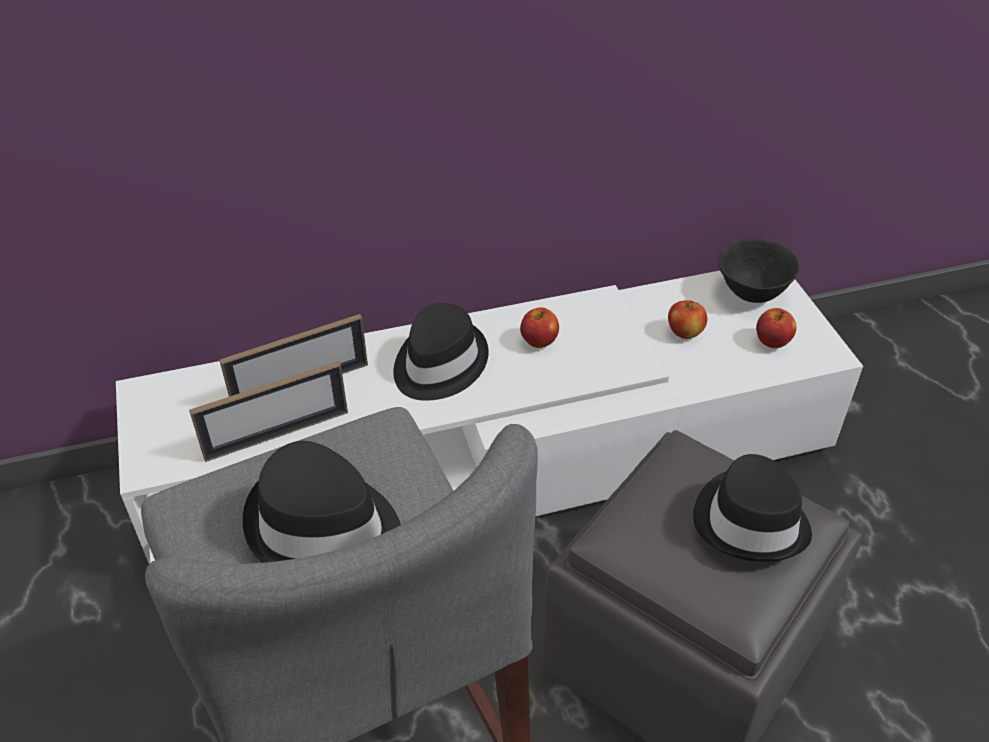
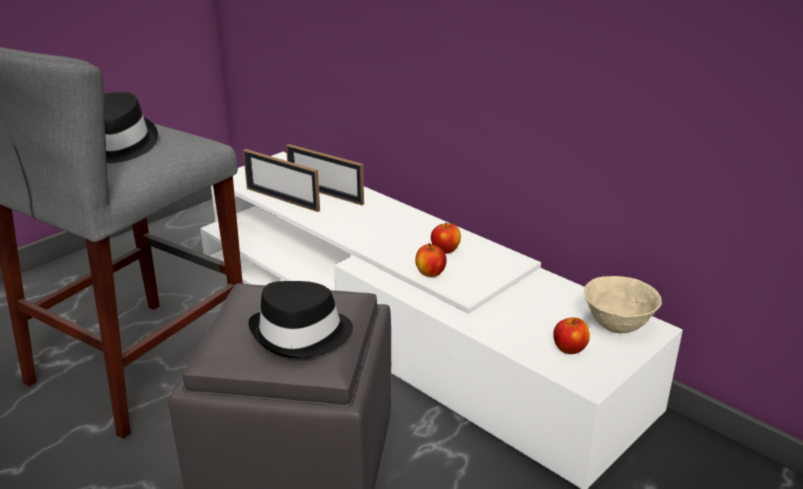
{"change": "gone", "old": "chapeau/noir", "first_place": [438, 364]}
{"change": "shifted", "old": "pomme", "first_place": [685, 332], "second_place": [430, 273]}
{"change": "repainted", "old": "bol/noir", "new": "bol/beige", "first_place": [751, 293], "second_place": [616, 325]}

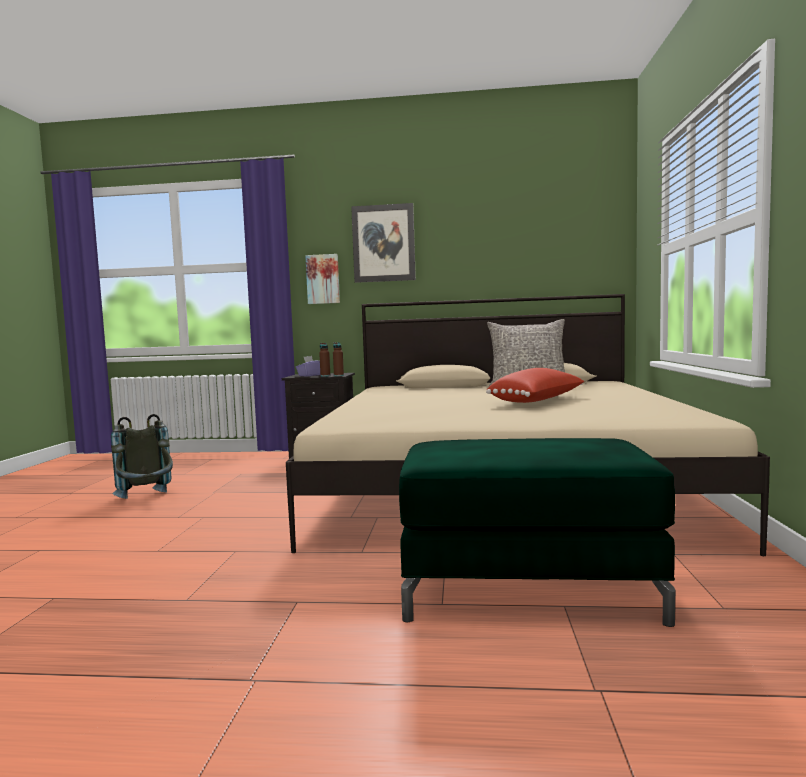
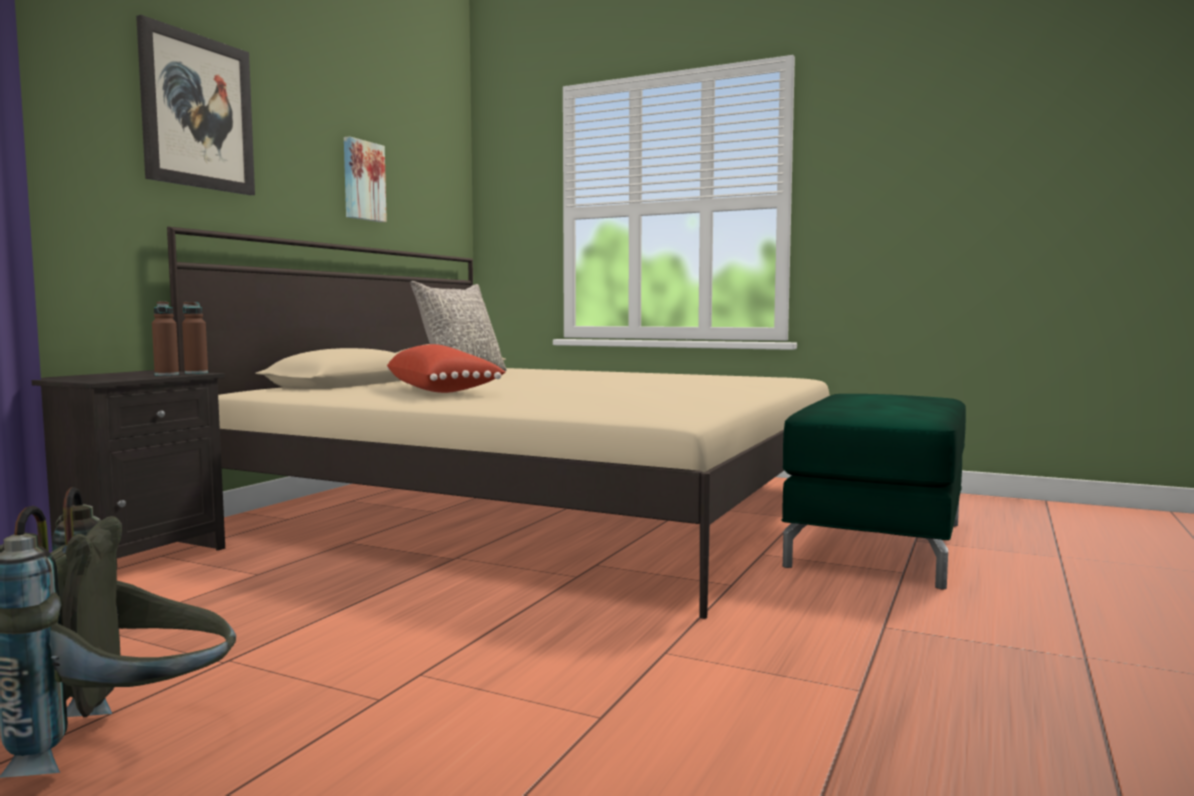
{"change": "gone", "old": "boîte à mouchoirs/violet", "first_place": [310, 375]}
{"change": "shifted", "old": "tableau", "first_place": [323, 279], "second_place": [362, 181]}
{"change": "shifted", "old": "coussin/rouge", "first_place": [538, 401], "second_place": [442, 391]}

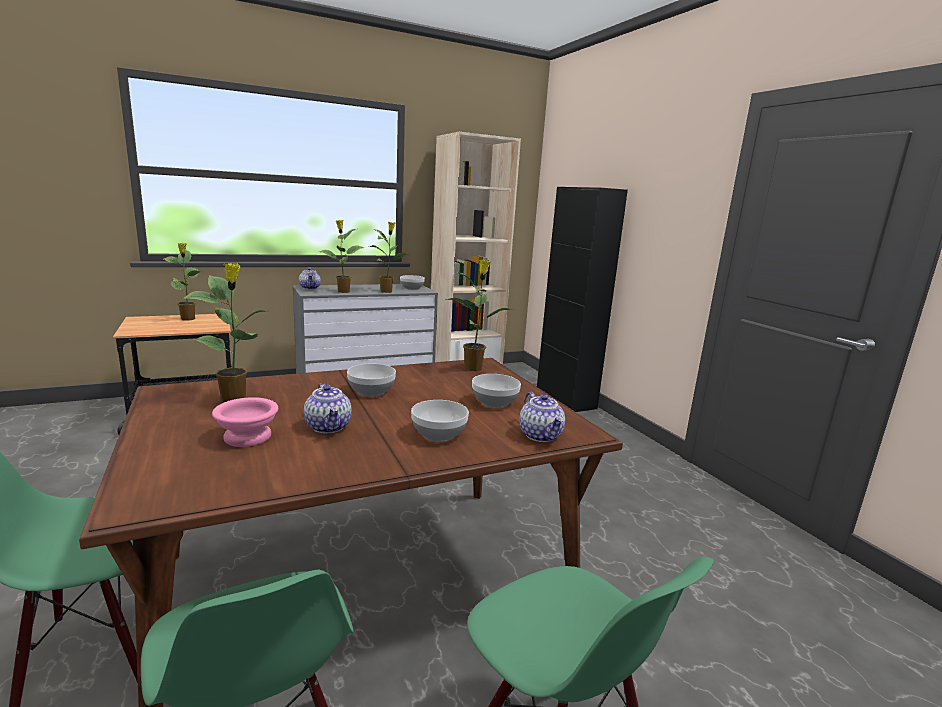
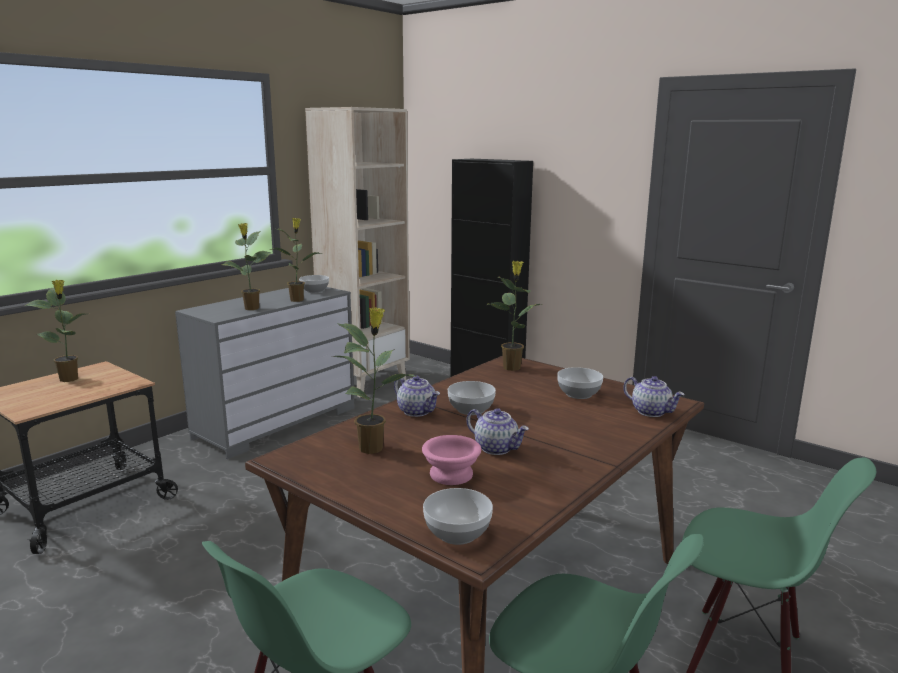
{"change": "shifted", "old": "théière", "first_place": [310, 288], "second_place": [417, 411]}
{"change": "shifted", "old": "bol", "first_place": [439, 434], "second_place": [458, 533]}

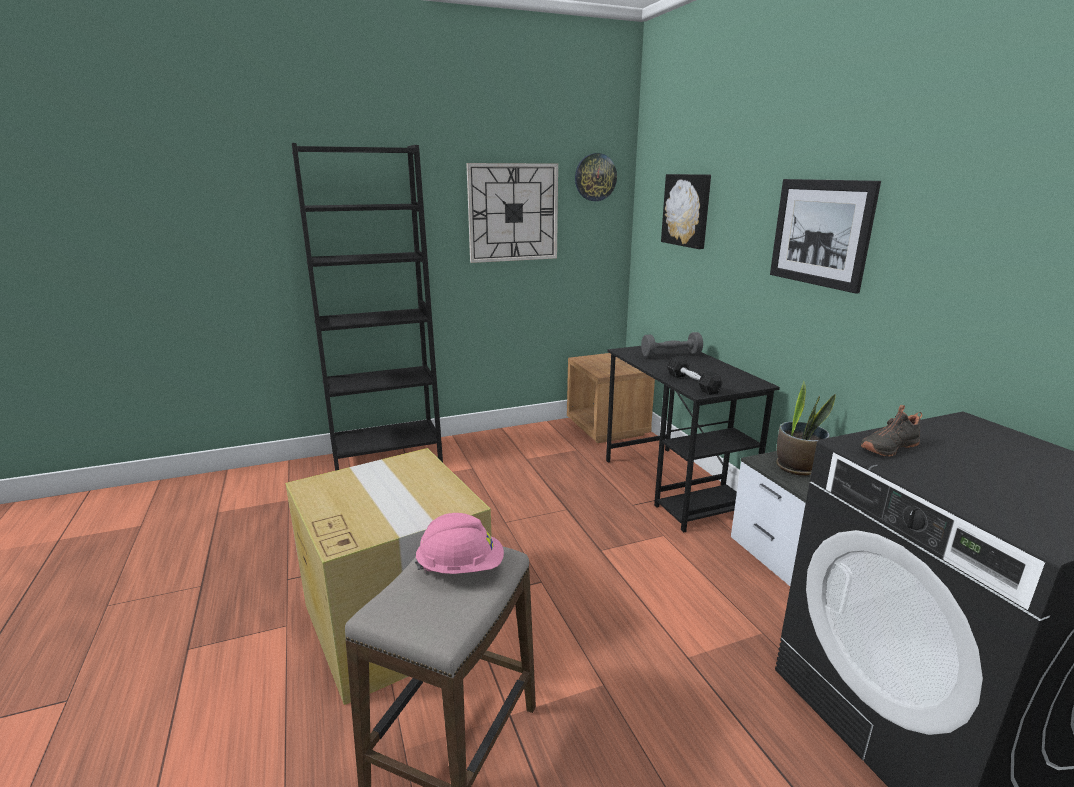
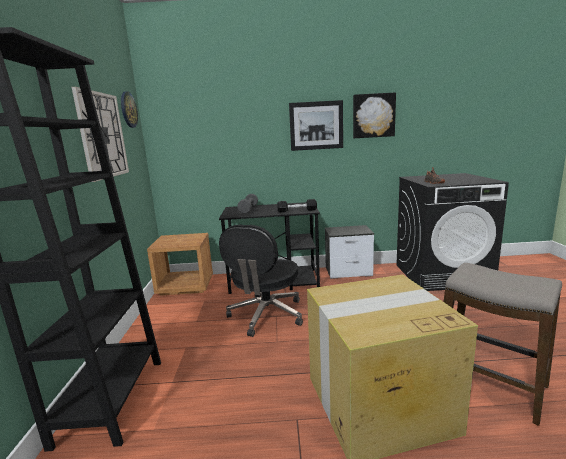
{"change": "gone", "old": "casque de chantier/rose", "first_place": [461, 568]}
{"change": "gone", "old": "plante en pot", "first_place": [797, 467]}
{"change": "new", "new": "chaise de bureau/noir", "second_place": [266, 315]}
{"change": "shifted", "old": "tableau", "first_place": [687, 210], "second_place": [373, 115]}

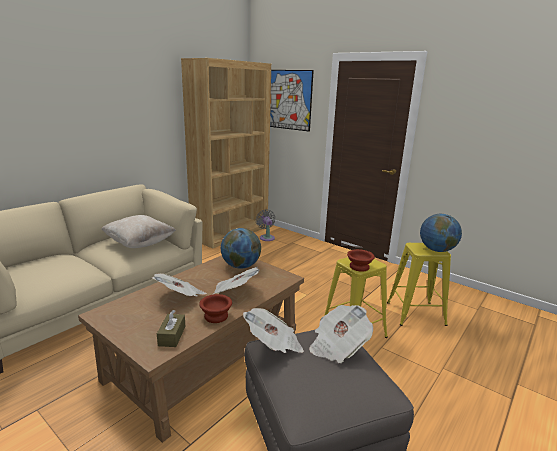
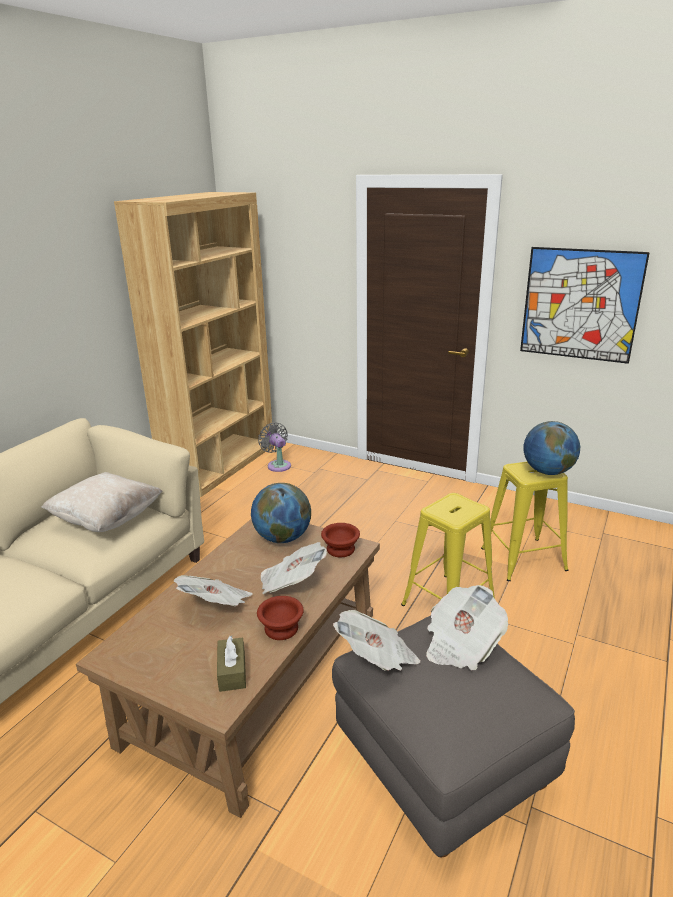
{"change": "shifted", "old": "tableau", "first_place": [288, 100], "second_place": [580, 304]}
{"change": "shifted", "old": "bol/marron", "first_place": [359, 267], "second_place": [340, 550]}

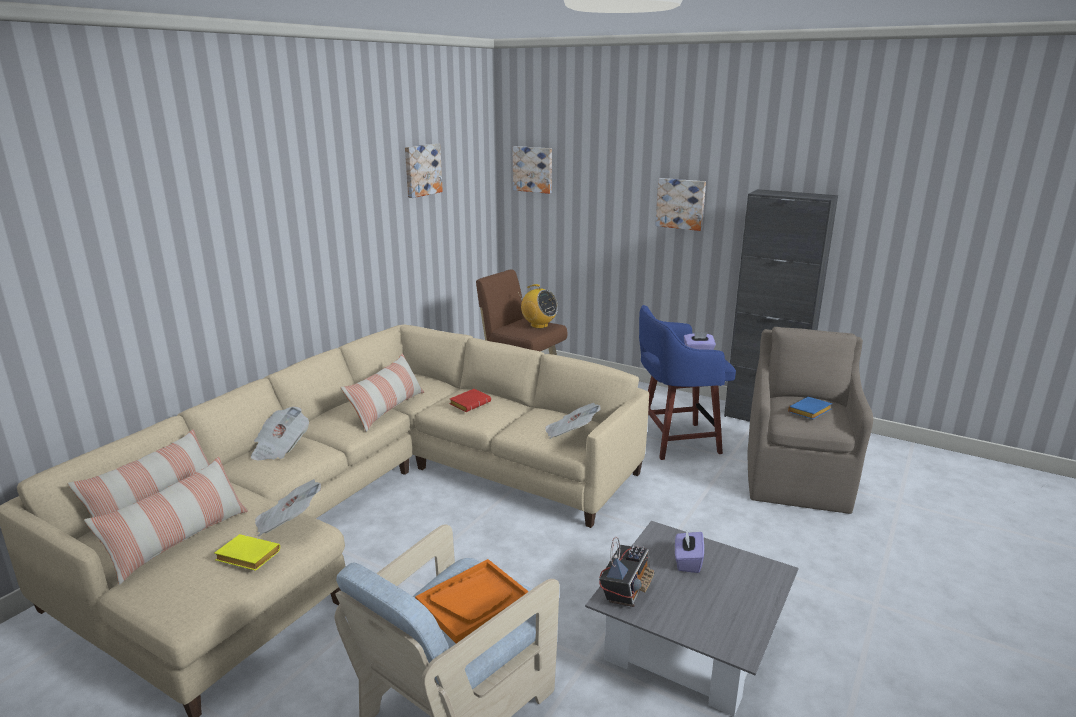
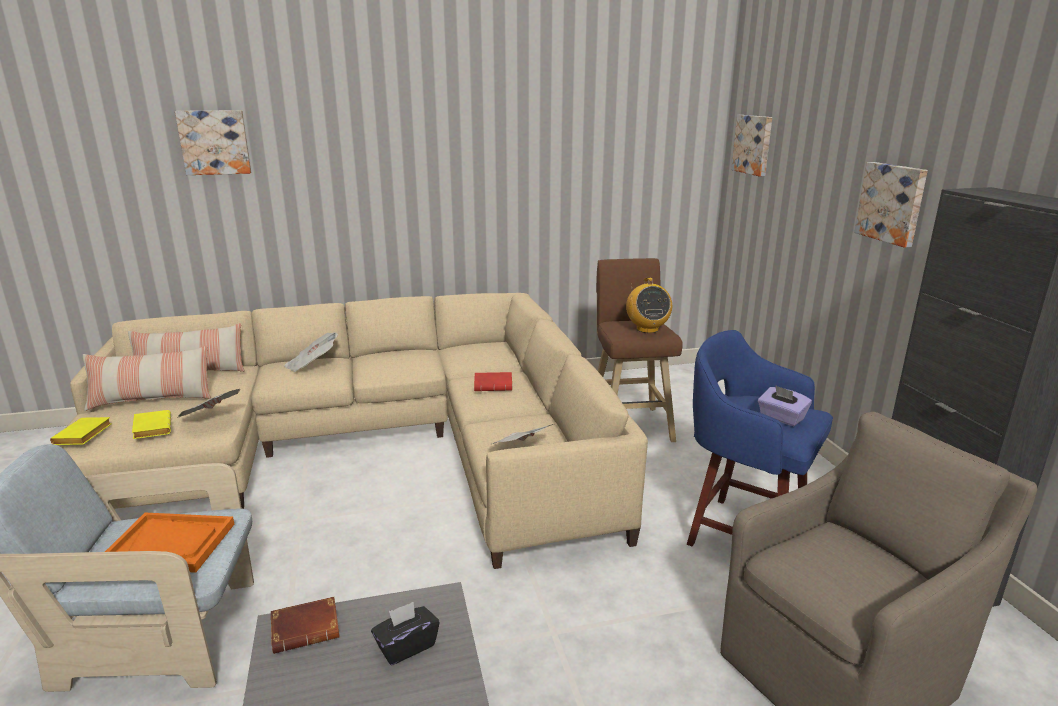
{"change": "gone", "old": "coussin", "first_place": [387, 409]}
{"change": "gone", "old": "livre/bleu", "first_place": [810, 412]}
{"change": "new", "new": "livre/jaune", "second_place": [83, 436]}
{"change": "shifted", "old": "tableau", "first_place": [422, 170], "second_place": [214, 142]}
{"change": "swapped", "old": "radio", "new": "livre/marron", "first_place": [626, 590], "second_place": [307, 628]}
{"change": "repainted", "old": "boîte à mouchoirs/violet", "new": "boîte à mouchoirs/noir", "first_place": [687, 561], "second_place": [406, 646]}

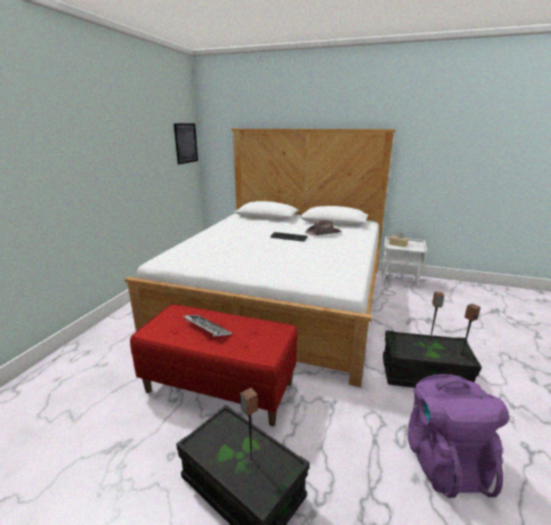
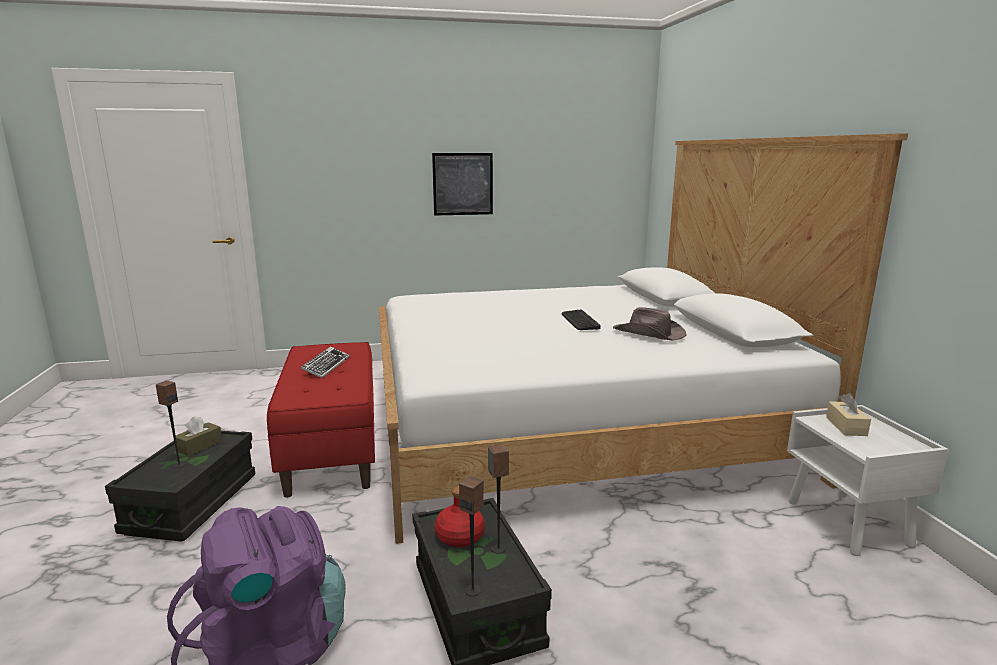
{"change": "new", "new": "boîte à mouchoirs/marron", "second_place": [199, 446]}
{"change": "new", "new": "bouteille/rouge", "second_place": [459, 537]}
{"change": "shifted", "old": "tableau", "first_place": [186, 143], "second_place": [463, 184]}

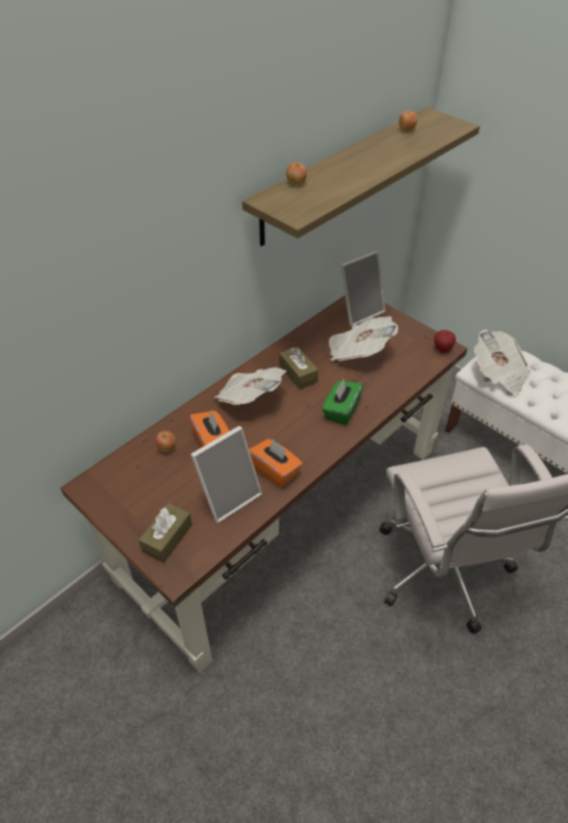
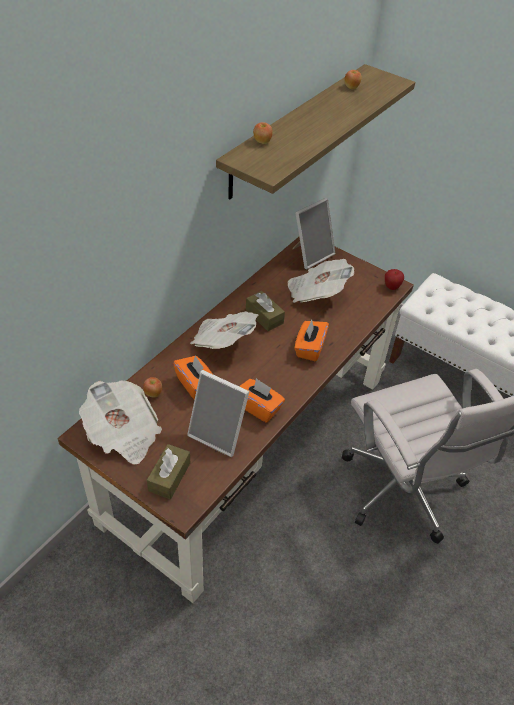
{"change": "shifted", "old": "journal", "first_place": [498, 374], "second_place": [123, 434]}
{"change": "repainted", "old": "boîte à mouchoirs/vert", "new": "boîte à mouchoirs/orange", "first_place": [341, 410], "second_place": [309, 348]}
{"change": "rotated", "old": "cadre photo", "first_place": [228, 496], "second_place": [219, 433], "degrees": 75}

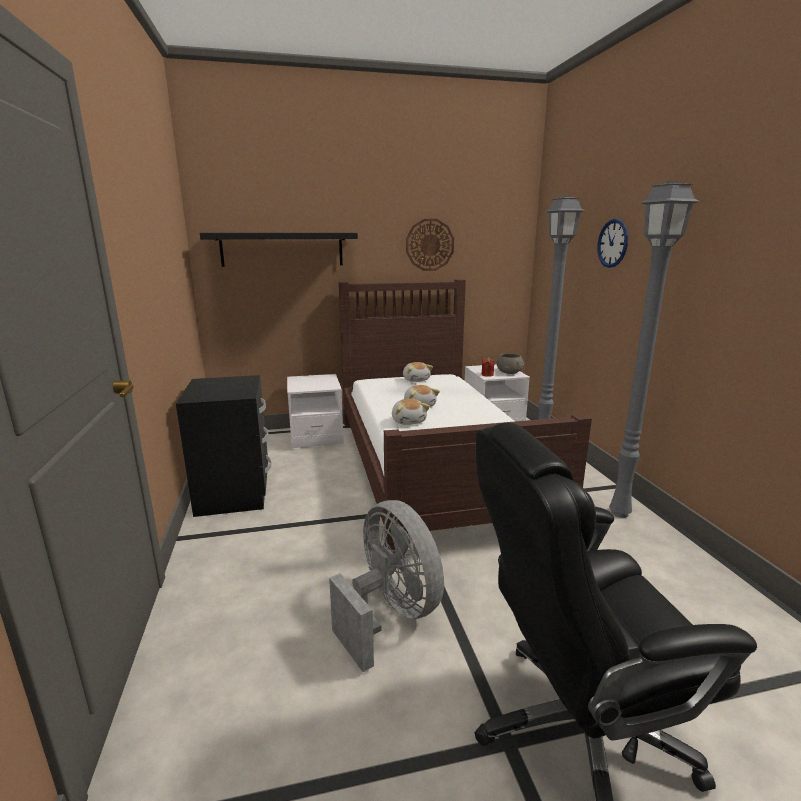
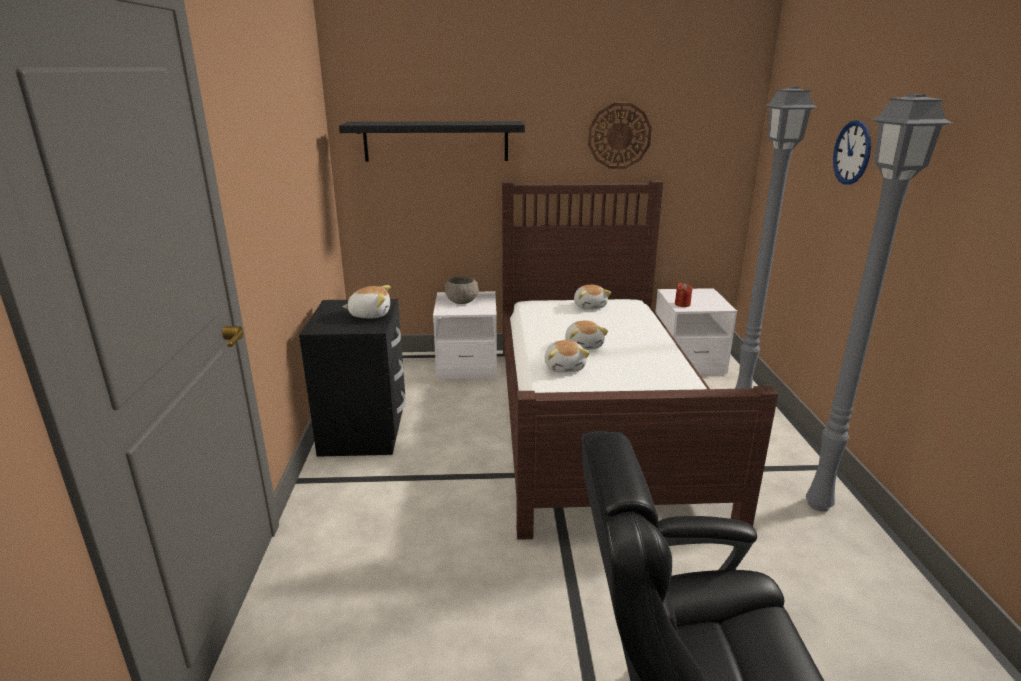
{"change": "gone", "old": "ventilateur/gris", "first_place": [390, 614]}
{"change": "new", "new": "peluche", "second_place": [370, 314]}
{"change": "shifted", "old": "bol/gris", "first_place": [509, 372], "second_place": [462, 301]}

